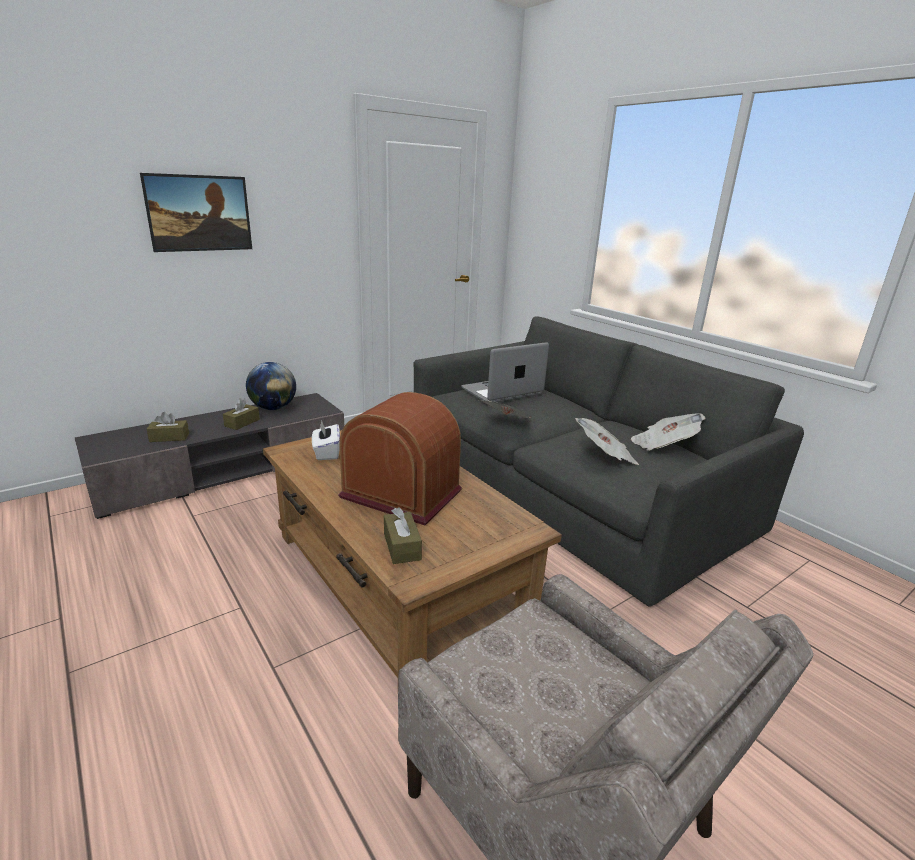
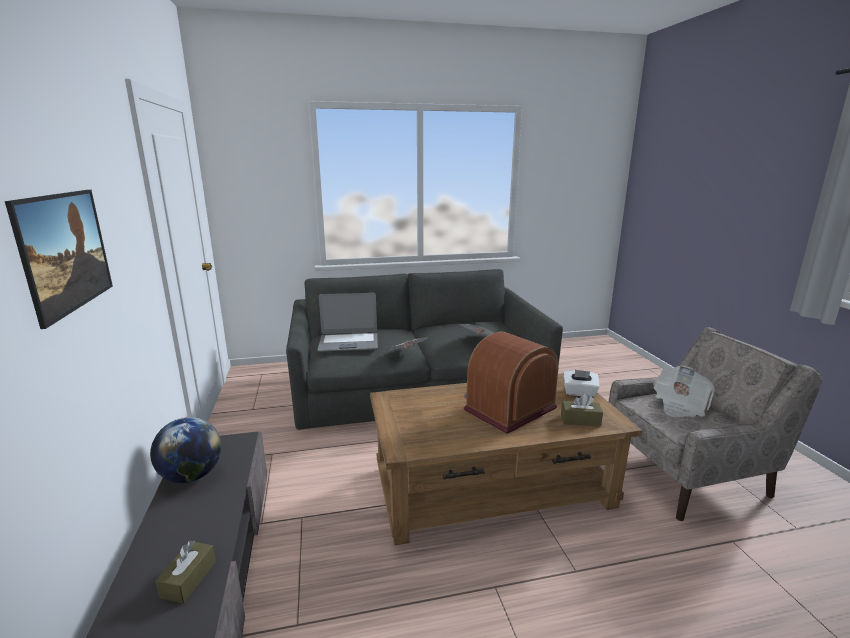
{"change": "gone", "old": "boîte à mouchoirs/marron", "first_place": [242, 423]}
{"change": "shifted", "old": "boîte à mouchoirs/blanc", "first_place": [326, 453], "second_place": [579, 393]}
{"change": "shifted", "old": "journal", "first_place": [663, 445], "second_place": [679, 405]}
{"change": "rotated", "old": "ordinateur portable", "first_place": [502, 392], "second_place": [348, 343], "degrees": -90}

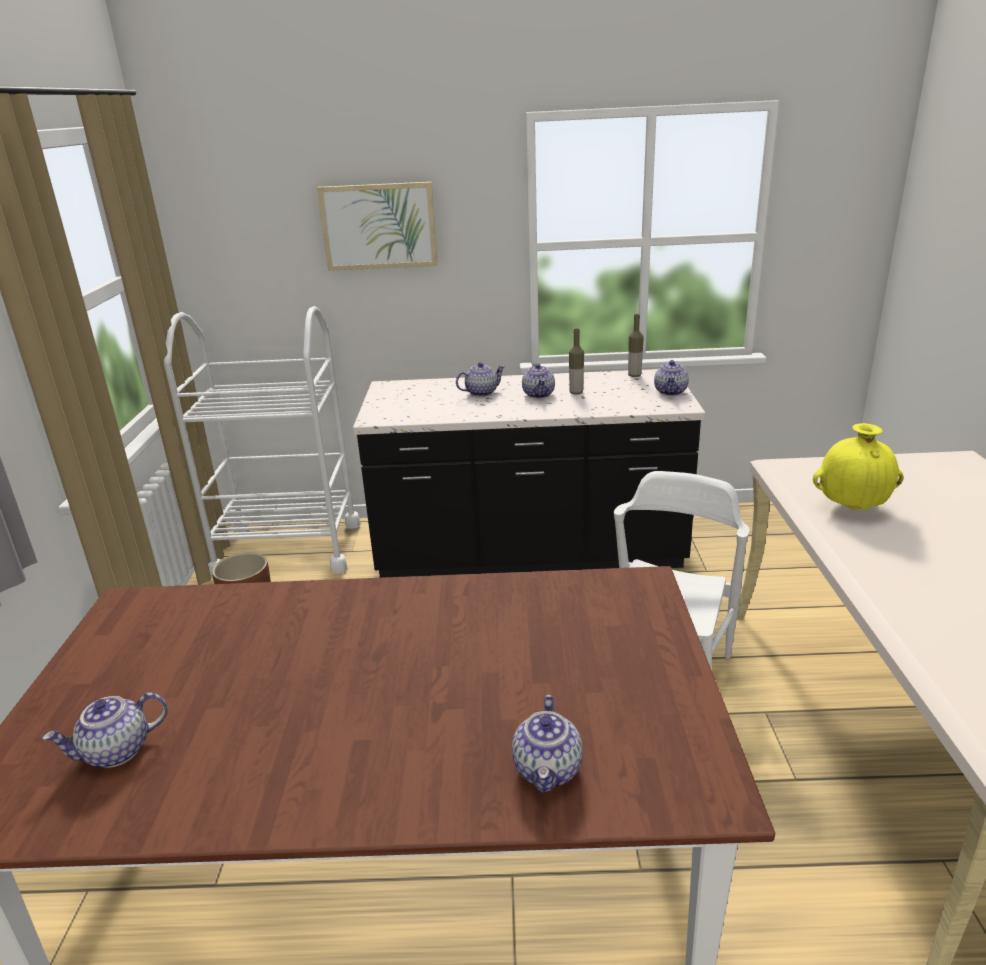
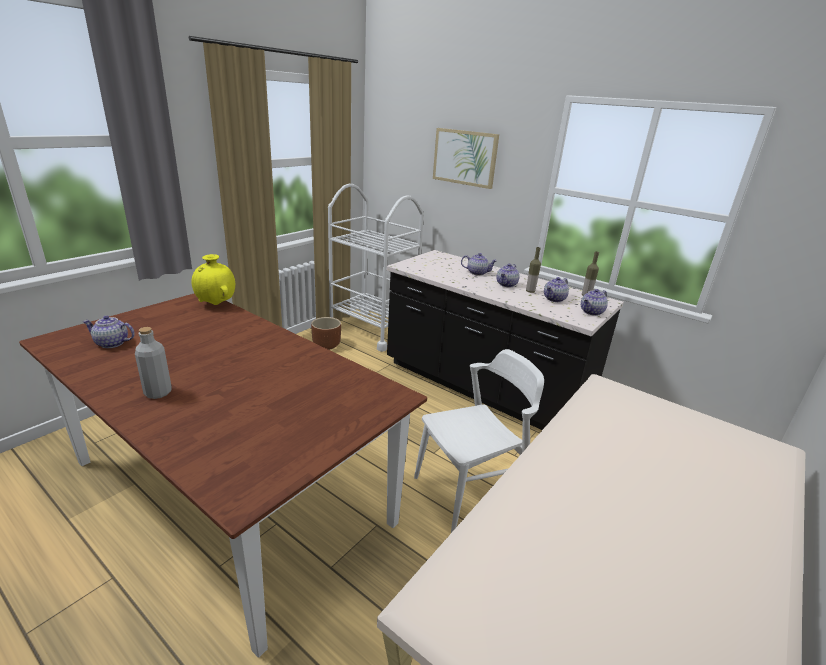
{"change": "new", "new": "bouteille/gris", "second_place": [158, 392]}
{"change": "shifted", "old": "théière", "first_place": [548, 770], "second_place": [554, 299]}
{"change": "shifted", "old": "vase/jaune", "first_place": [853, 508], "second_place": [216, 304]}

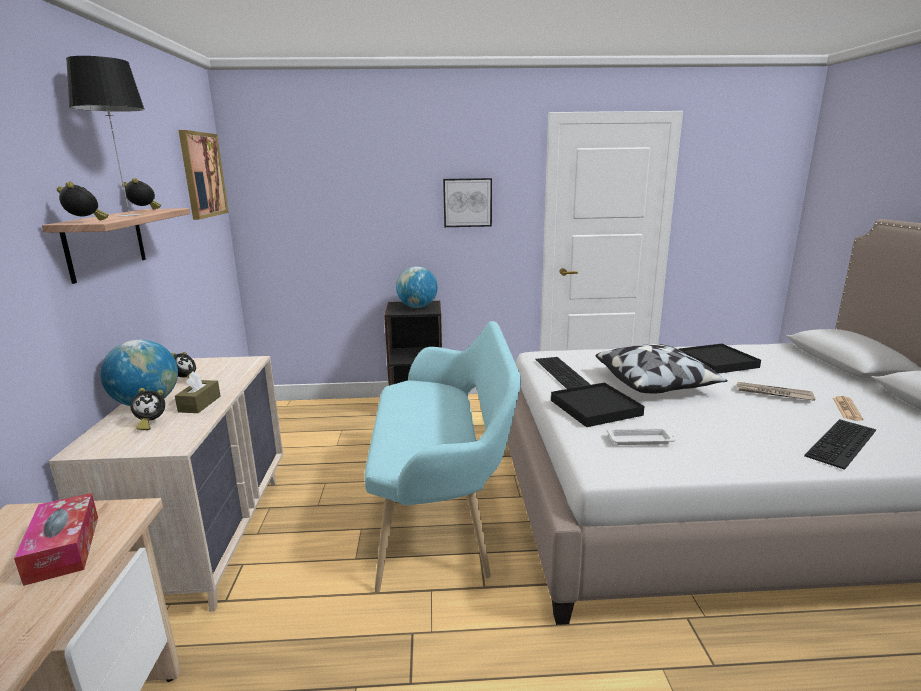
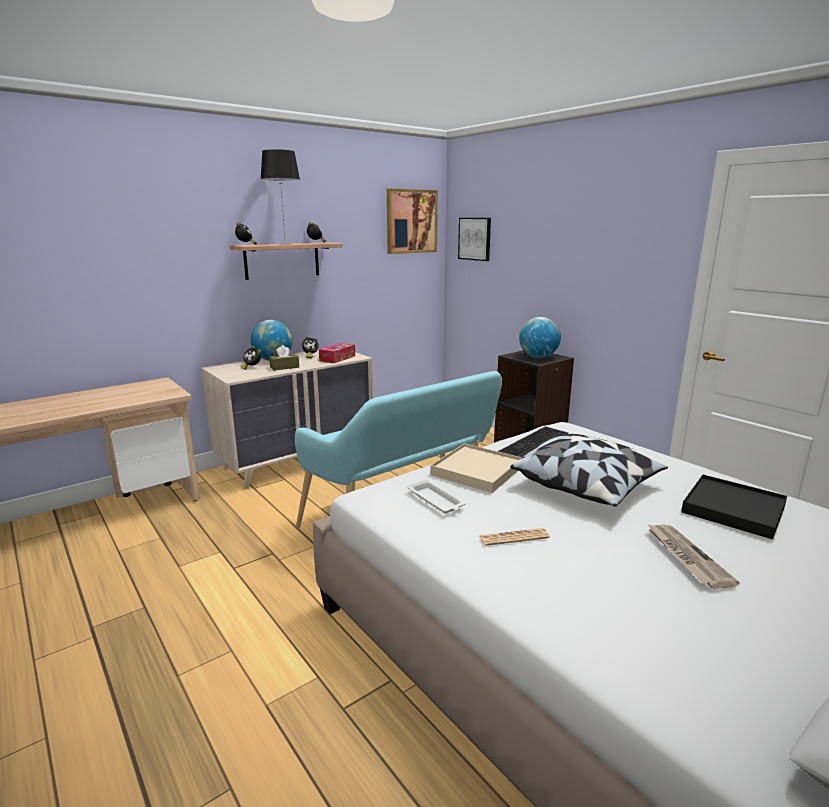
{"change": "gone", "old": "clavier", "first_place": [843, 444]}
{"change": "shifted", "old": "boîte à mouchoirs", "first_place": [64, 548], "second_place": [337, 358]}
{"change": "shifted", "old": "tableau", "first_place": [467, 202], "second_place": [475, 239]}
{"change": "shifted", "old": "journal", "first_place": [847, 409], "second_place": [513, 537]}
{"change": "repainted", "old": "plateau/noir", "new": "plateau/beige", "first_place": [595, 408], "second_place": [476, 471]}

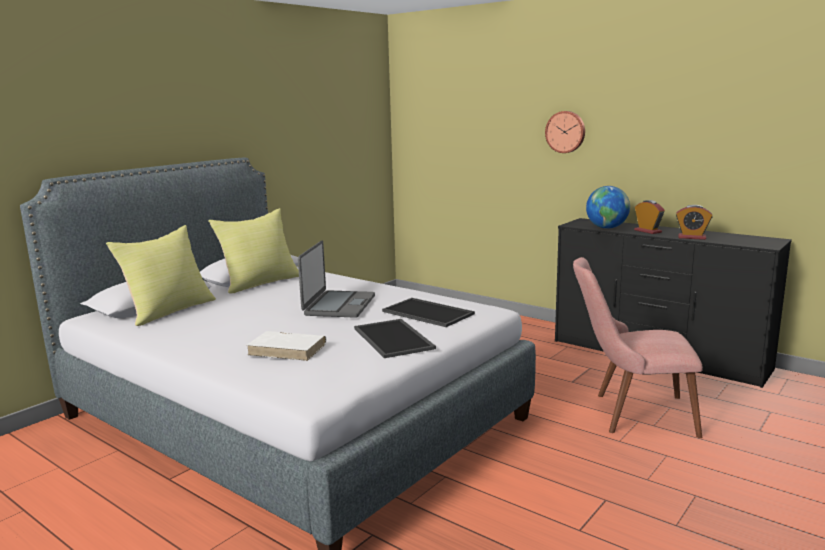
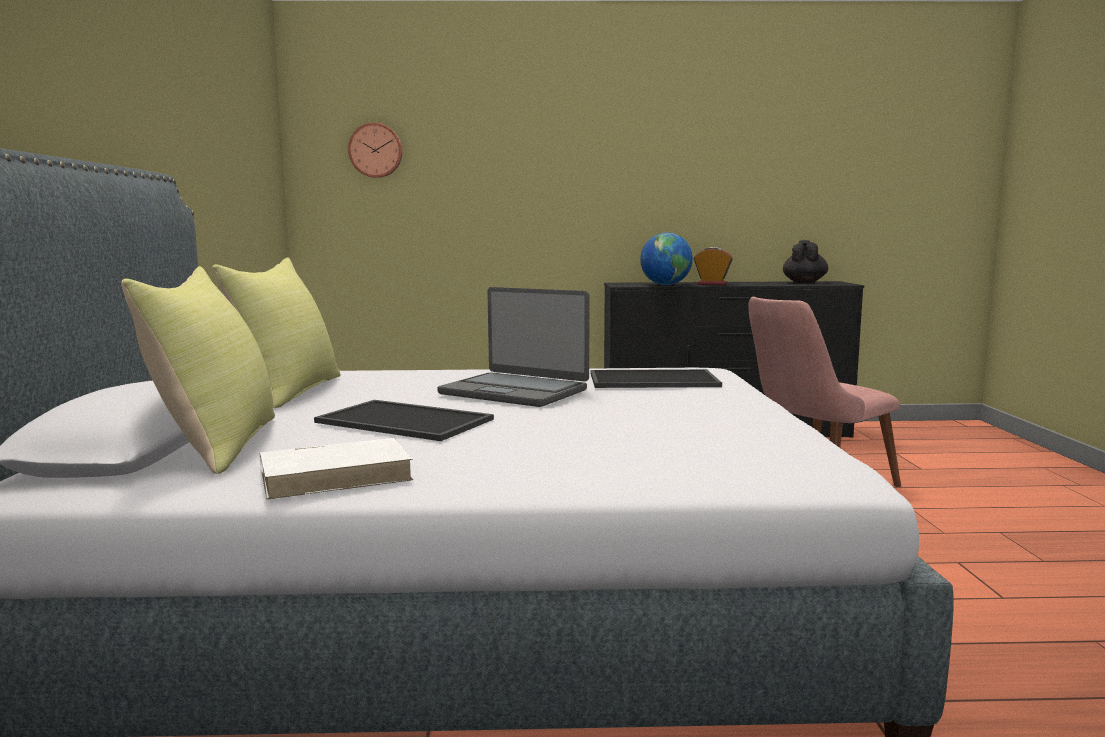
{"change": "gone", "old": "réveil", "first_place": [692, 237]}
{"change": "new", "new": "théière/noir", "second_place": [804, 282]}
{"change": "shifted", "old": "livre/blanc", "first_place": [288, 349], "second_place": [337, 475]}
{"change": "shifted", "old": "plateau", "first_place": [395, 338], "second_place": [407, 420]}
{"change": "shifted", "old": "horloge murale", "first_place": [566, 132], "second_place": [376, 150]}
{"change": "rotated", "old": "ordinateur portable", "first_place": [338, 305], "second_place": [515, 391], "degrees": 150}

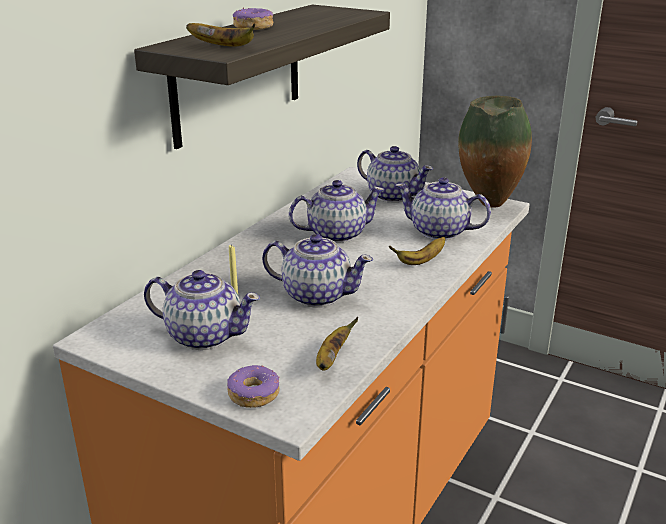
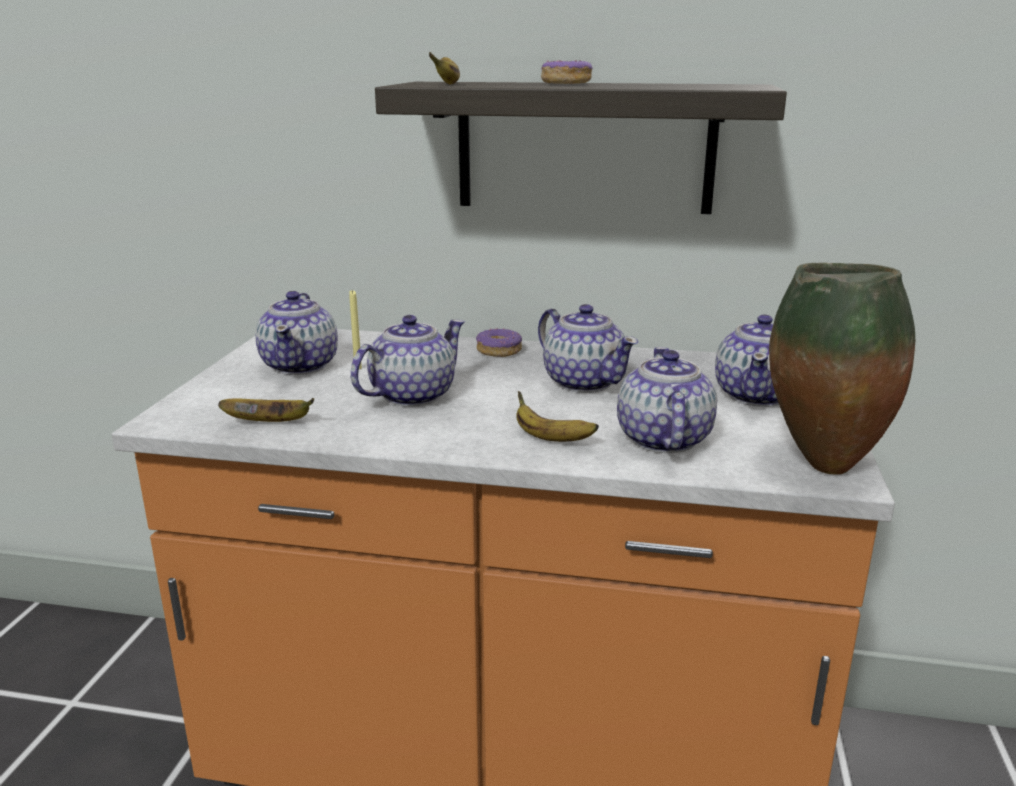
{"change": "shifted", "old": "beignet", "first_place": [253, 394], "second_place": [499, 351]}
{"change": "rotated", "old": "théière", "first_place": [316, 295], "second_place": [411, 396], "degrees": -135}

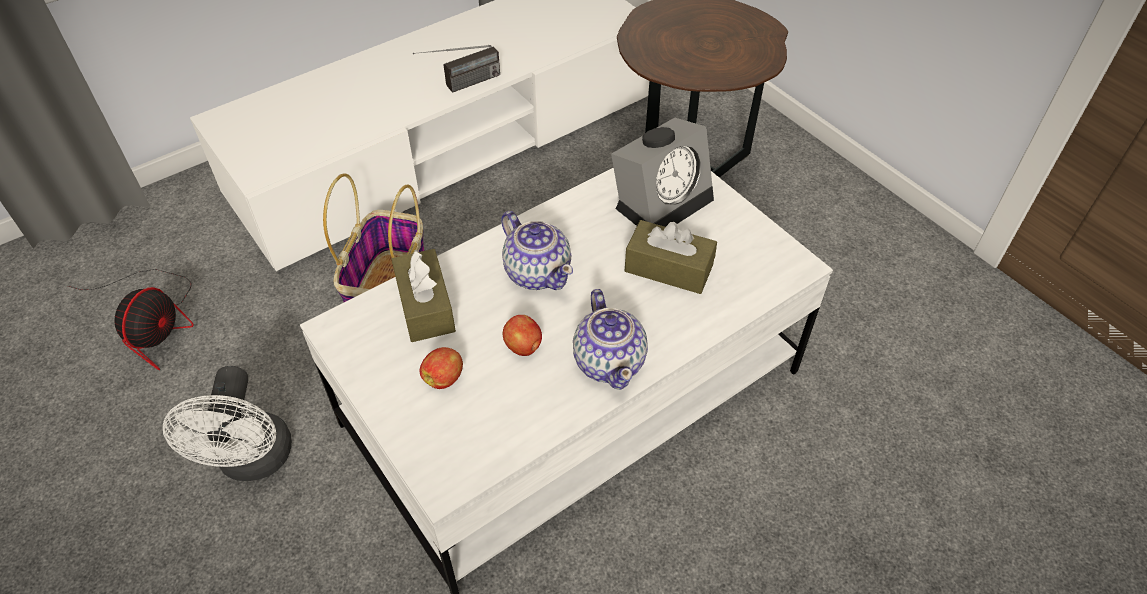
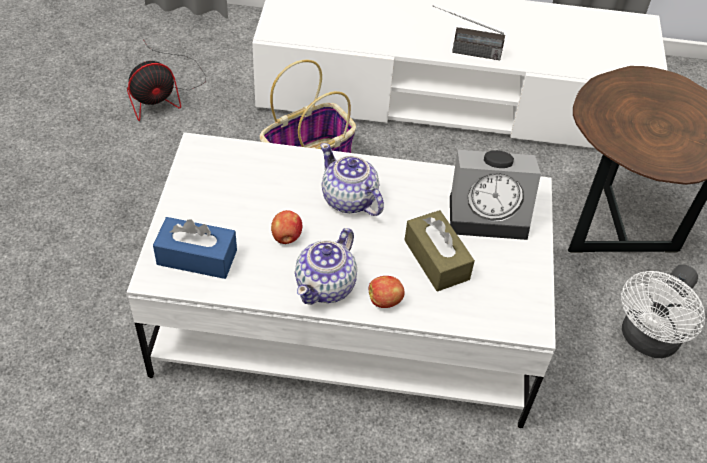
{"change": "gone", "old": "boîte à mouchoirs/marron", "first_place": [425, 306]}
{"change": "new", "new": "boîte à mouchoirs/bleu", "second_place": [197, 257]}
{"change": "shifted", "old": "ventilateur/blanc", "first_place": [254, 462], "second_place": [646, 341]}
{"change": "shifted", "old": "pomme", "first_place": [444, 378], "second_place": [385, 301]}
{"change": "rotated", "old": "théière", "first_place": [537, 272], "second_place": [349, 200], "degrees": 135}

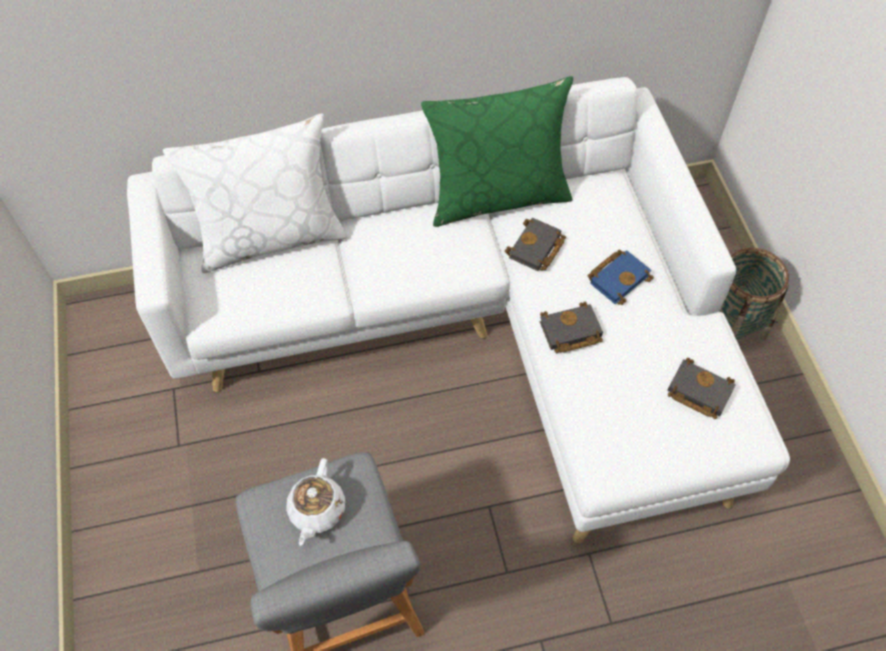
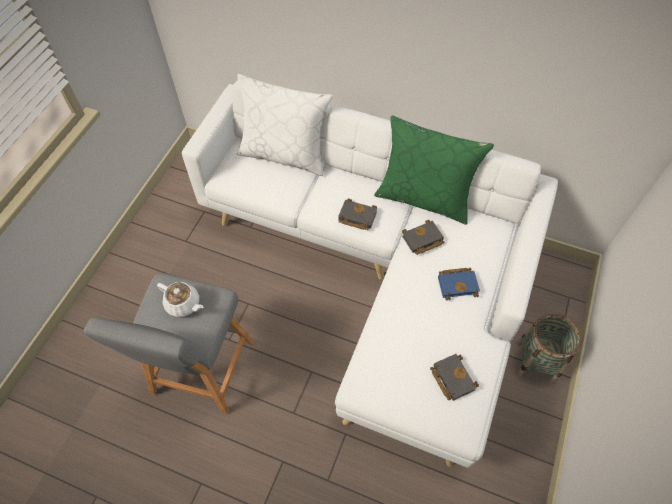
{"change": "shifted", "old": "livre/noir", "first_place": [569, 332], "second_place": [356, 217]}
{"change": "rotated", "old": "théière/blanc", "first_place": [316, 510], "second_place": [183, 304], "degrees": -105}

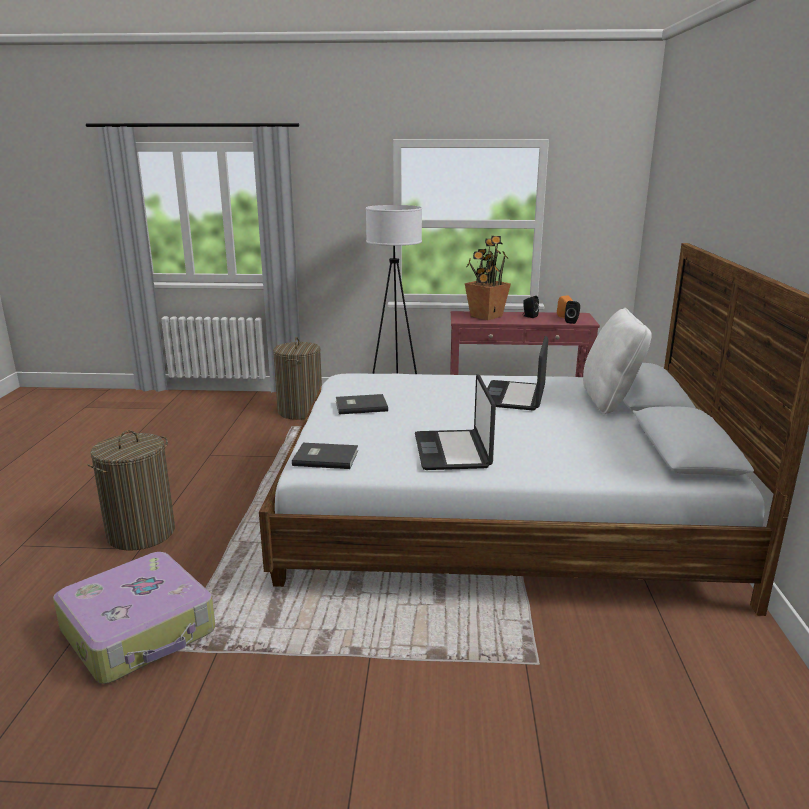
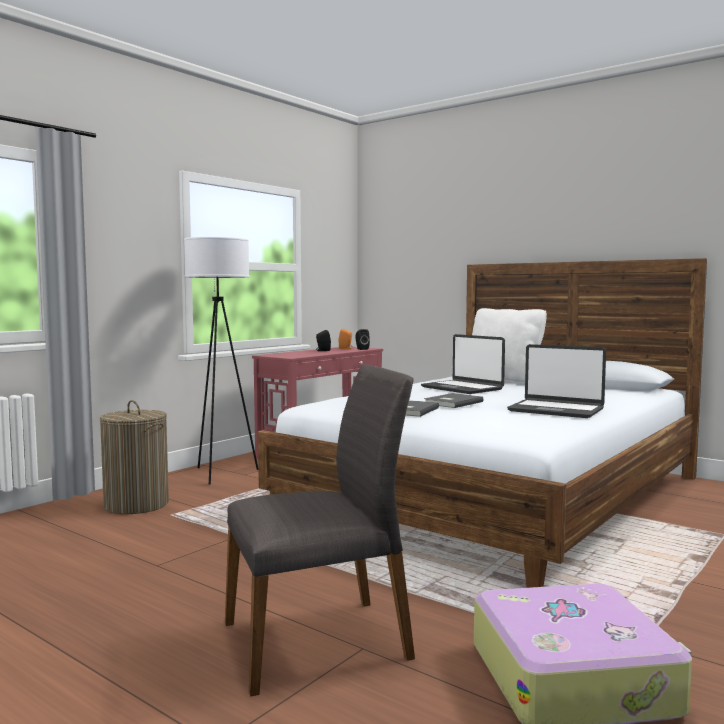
{"change": "gone", "old": "plante en pot", "first_place": [485, 316]}
{"change": "shifted", "old": "livre/gris", "first_place": [325, 457], "second_place": [452, 402]}
{"change": "swapped", "old": "panier à linge", "new": "chaise/gris", "first_place": [141, 533], "second_place": [318, 641]}

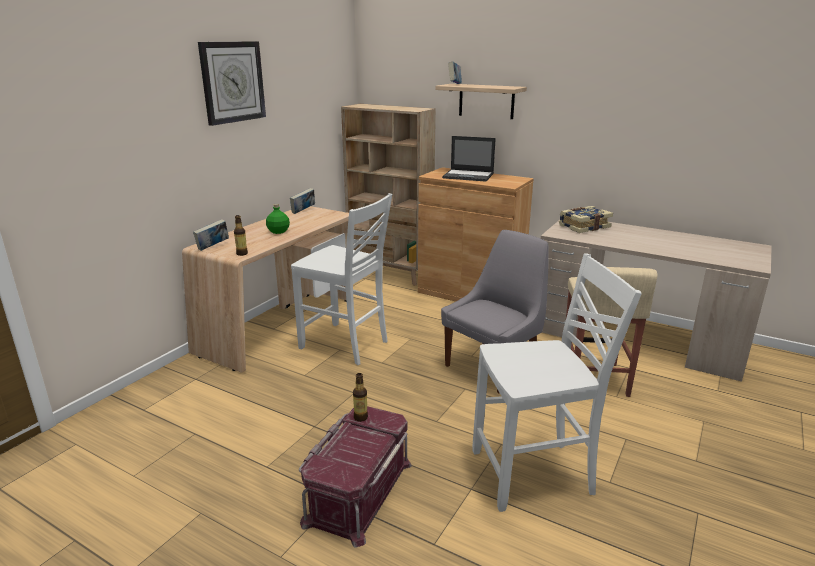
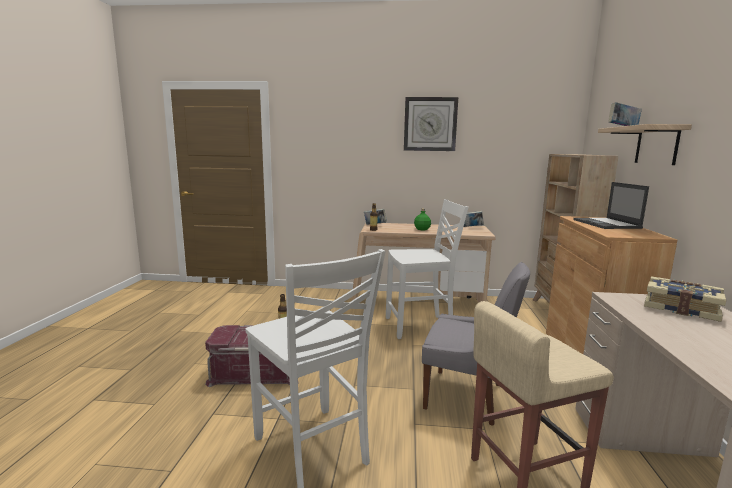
{"change": "rotated", "old": "chaise/blanc", "first_place": [346, 345], "second_place": [420, 326], "degrees": -105}

